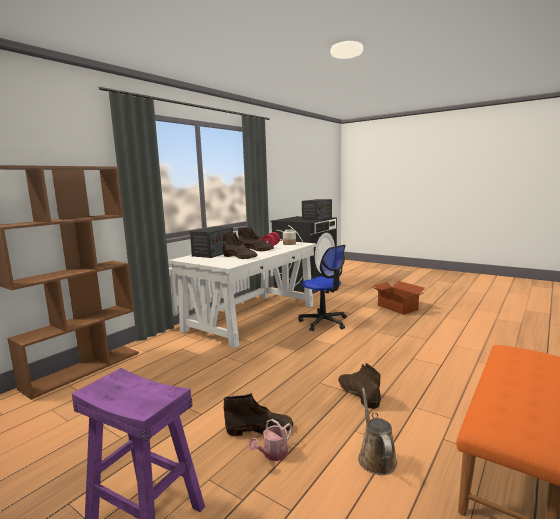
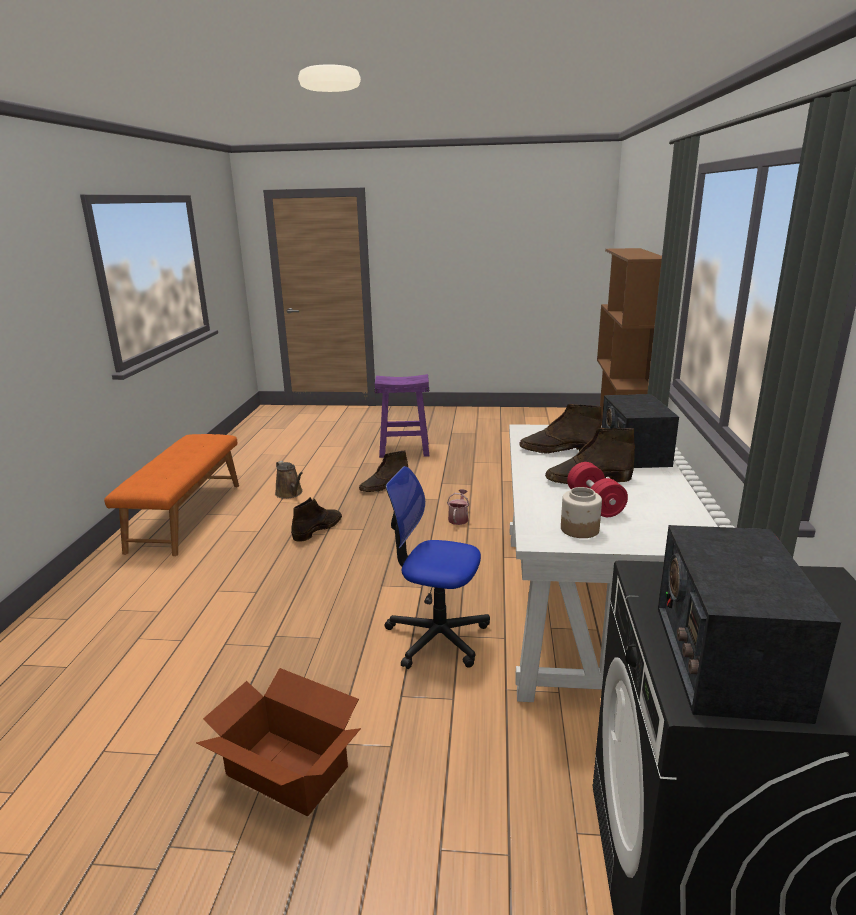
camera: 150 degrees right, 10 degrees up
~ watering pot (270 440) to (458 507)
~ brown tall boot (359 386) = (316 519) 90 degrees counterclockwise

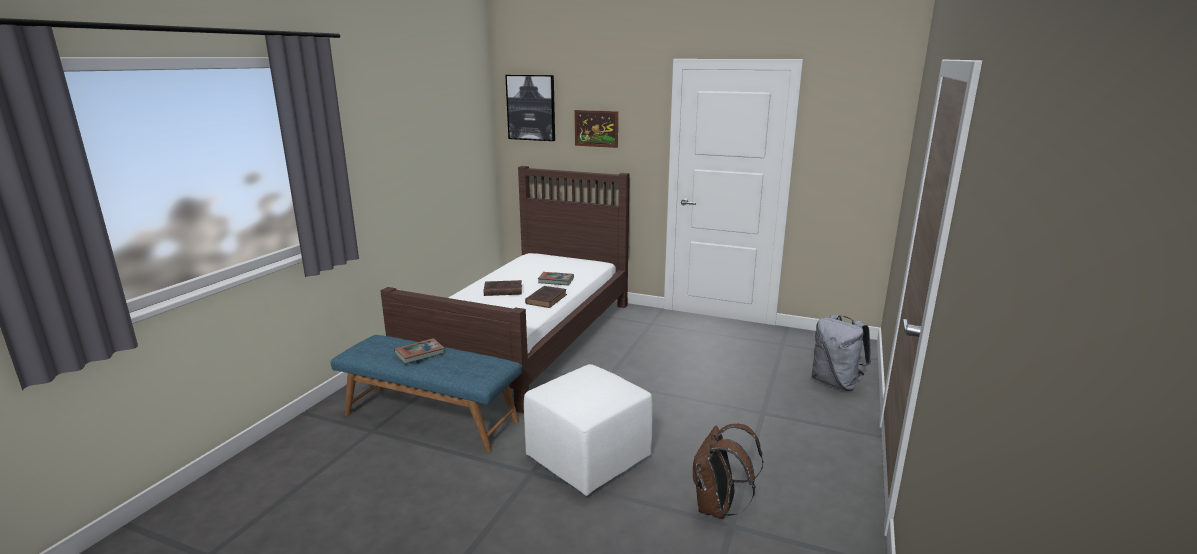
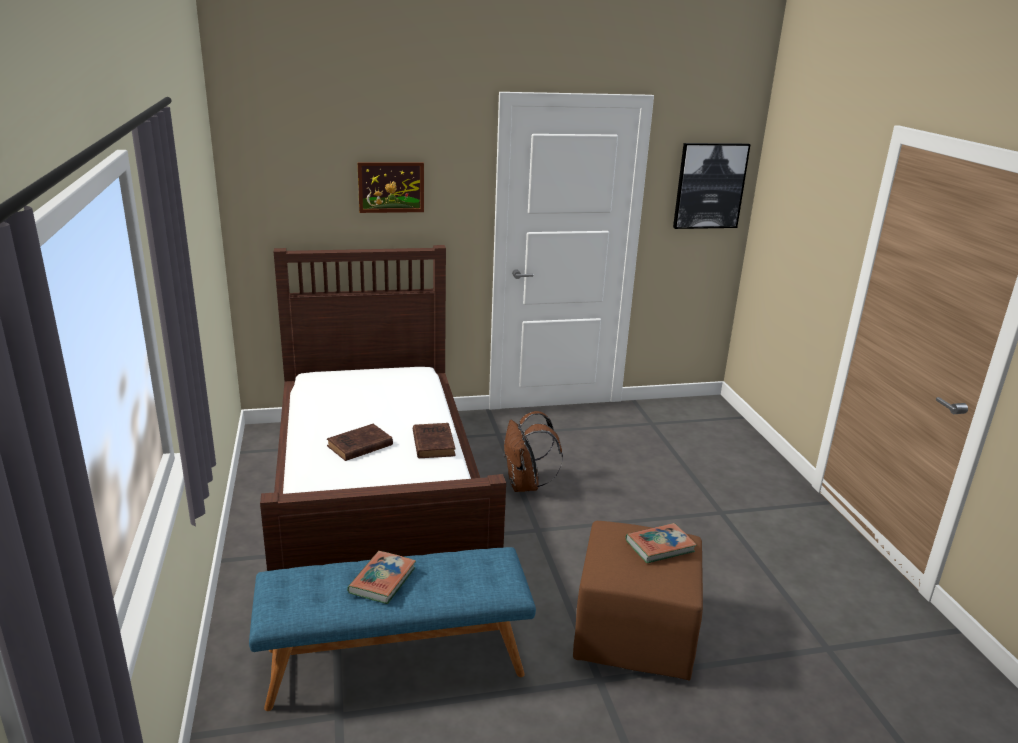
camera: 35 degrees left, 5 degrees up
~ wall picture (530 108) to (712 186)
~ whitish pouffe (588 430) to brown pouffe (638 601)
~ bound book (556 279) to (661 543)
~ brown rucksack (728 471) to (533 451)
- greyish rucksack (841 353)

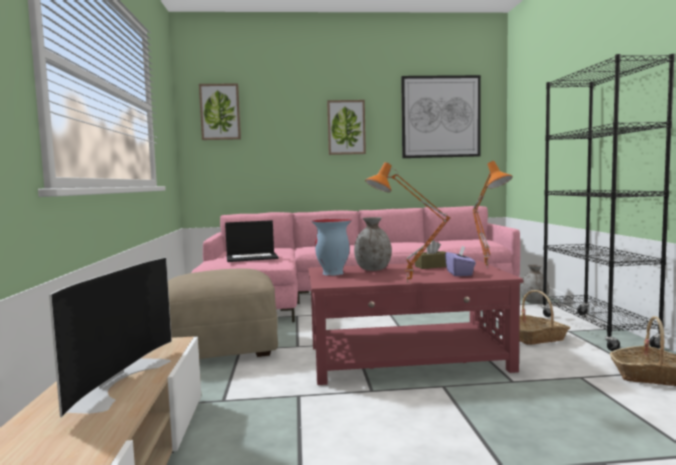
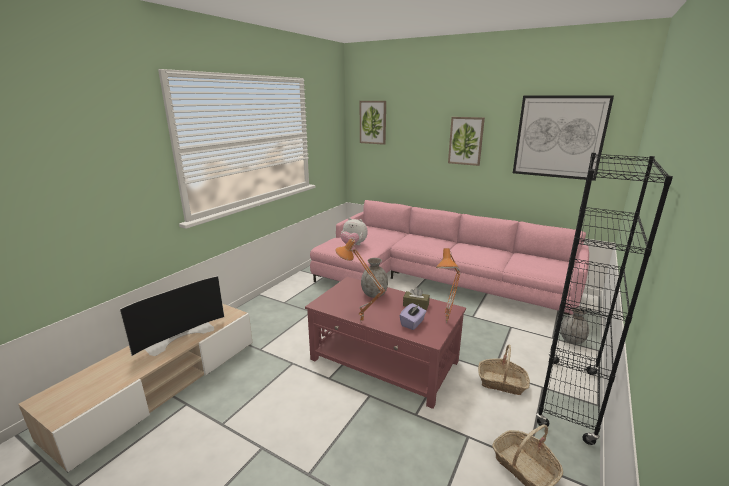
camera: 35 degrees right, 15 degrees up
- beige-coloured pouffe (223 314)
~ portable computer (251 241) to plush toy (354 231)
- decorative vase (331 247)

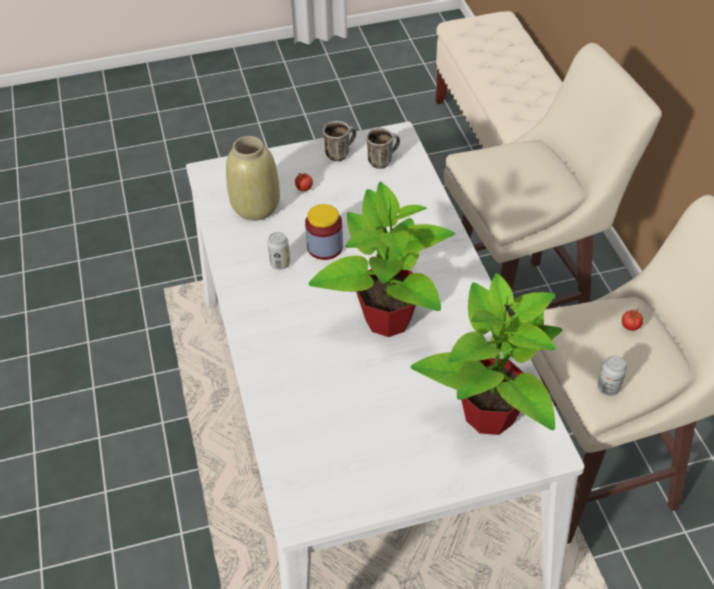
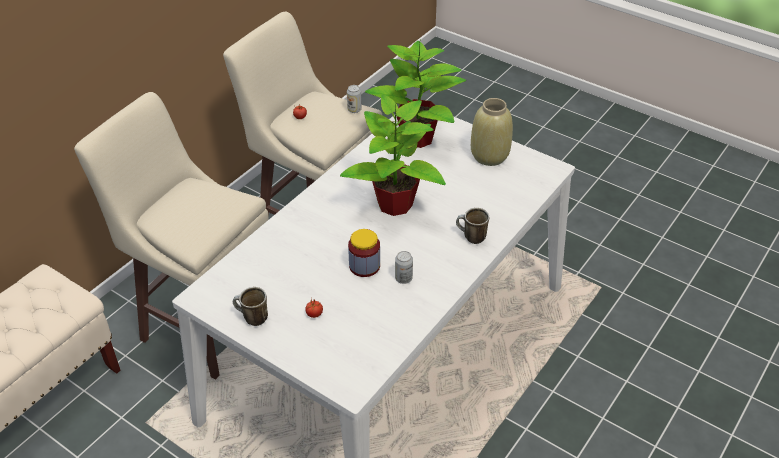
camera: 130 degrees left, 5 degrees down
~ beige-coloured decorative vase (253 178) to (492 132)
~ coffee mug (383 148) to (472 226)

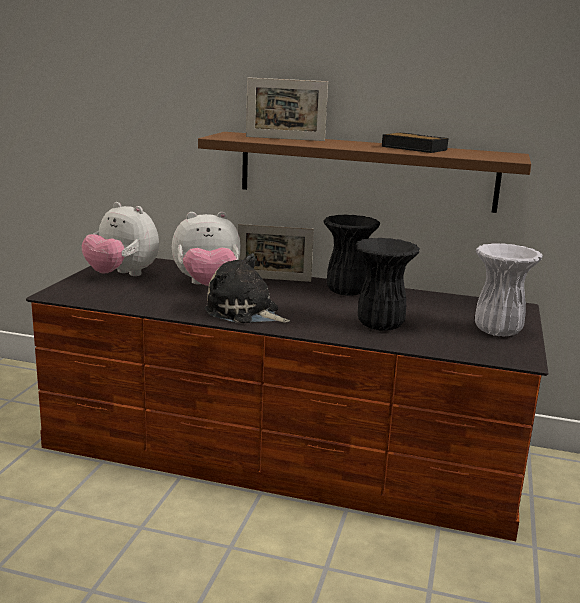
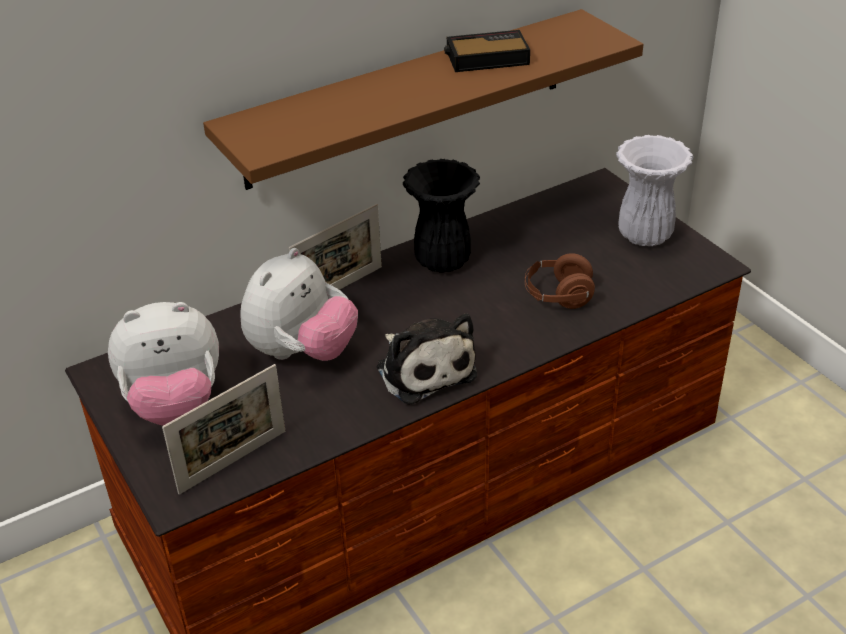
camera: 45 degrees left, 20 degrees up
~ plush toy (247 288) = (427 359) 105 degrees counterclockwise
~ picture frame (287 109) to (223 429)
~ black-coloured decorative vase (387 284) to brown headset (560 281)

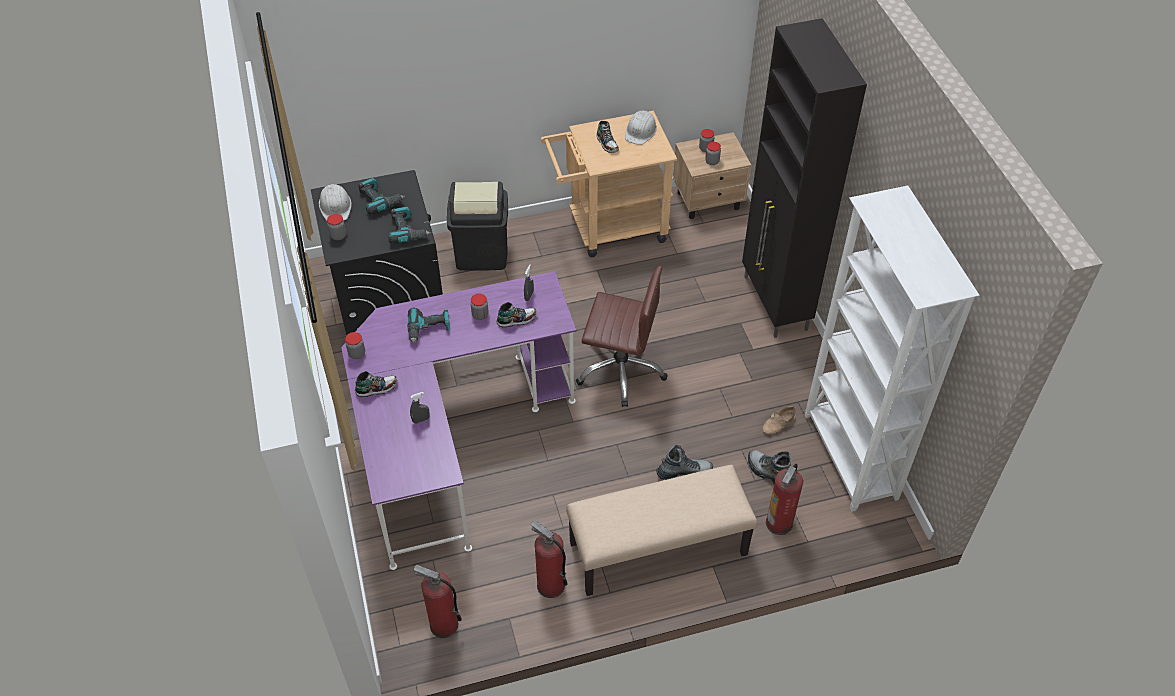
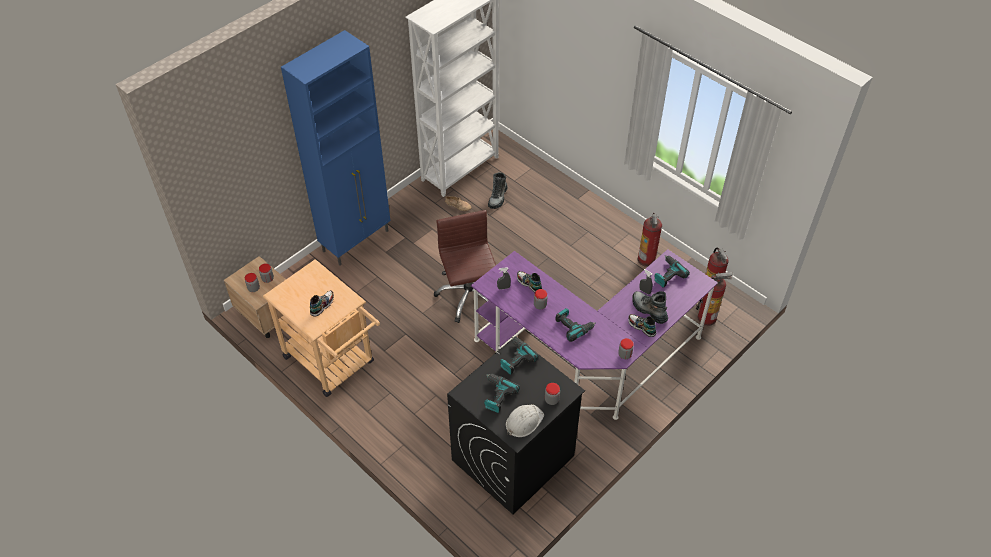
camera: 120 degrees left, 0 degrees up
- black-coloured trash can (477 226)
- beige-coloured bench (661 530)
- whitish safety helmet (641 127)
~ tall boot (684 462) to (650 307)
~ black-coloured cupboard (804 178) to blue-coloured cupboard (335 147)
~ extinguisher (784 499) to (714 299)
+ electric drill (672 272)

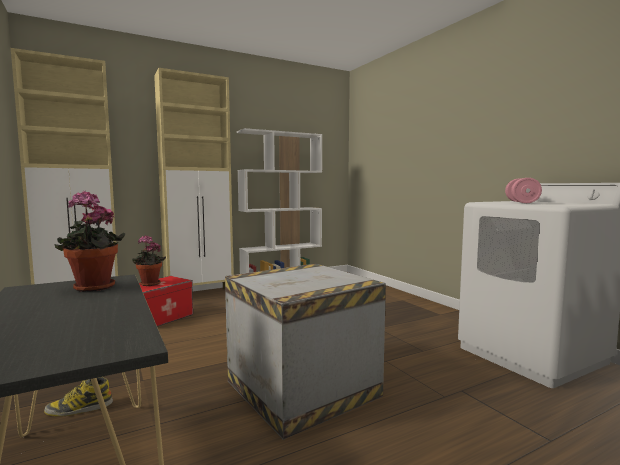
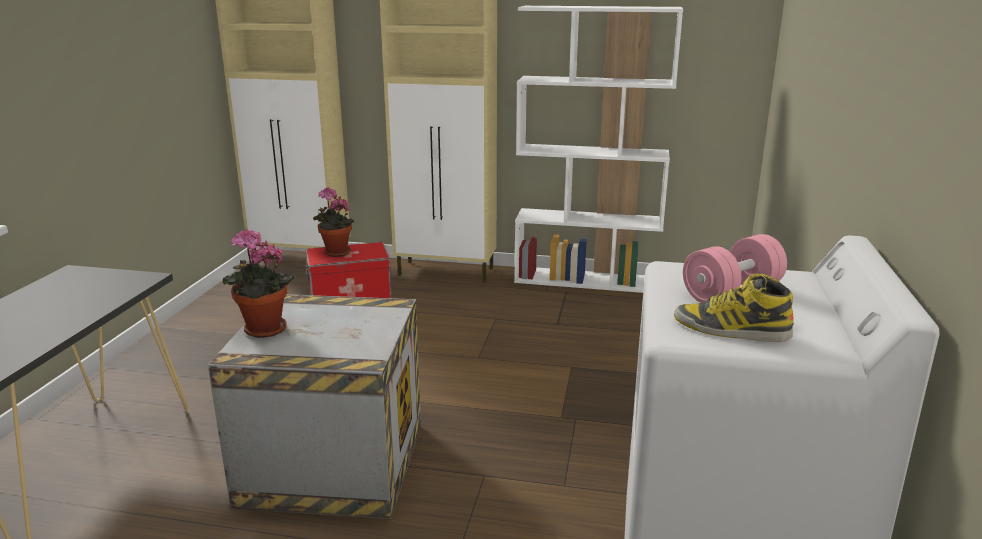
camera: 40 degrees right, 15 degrees up
~ tall boot (78 396) to (733 307)
~ houseplant (90 241) to (258 283)

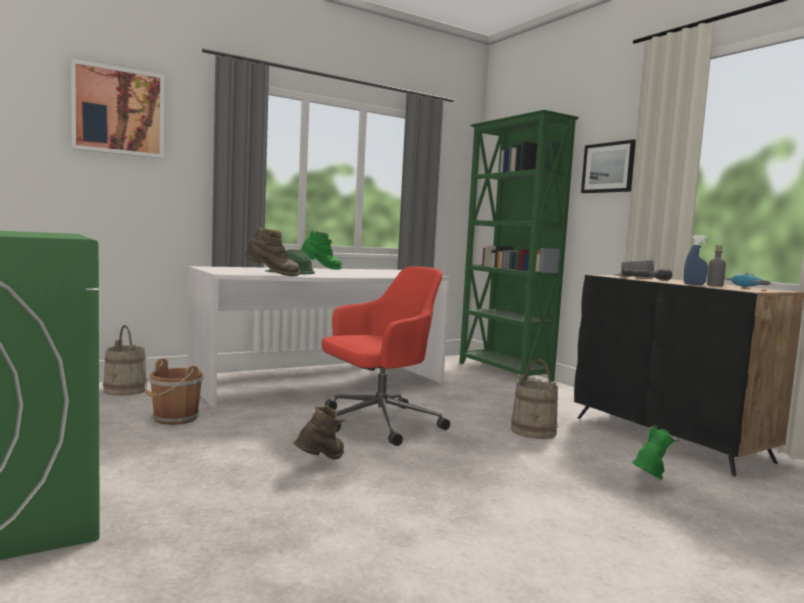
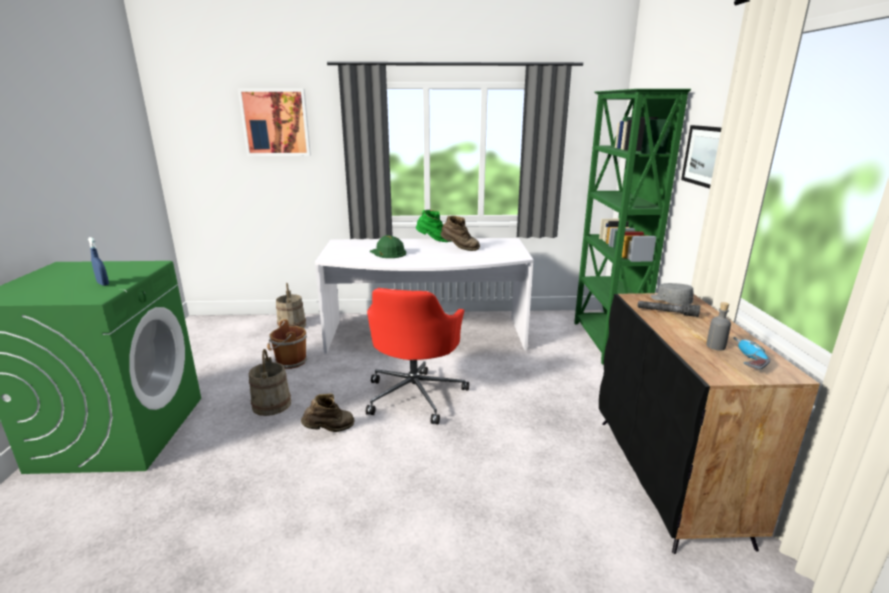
camera: 30 degrees right, 15 degrees up
~ brown tall boot (272 252) to (460 233)
~ red-coloured desk chair (386 356) = (417 356) 105 degrees clockwise
~ beige-coloured pail (534 399) to (270 382)
- greenish tall boot (655 452)
~ blue-coloured spray bottle (696 260) to (98 261)

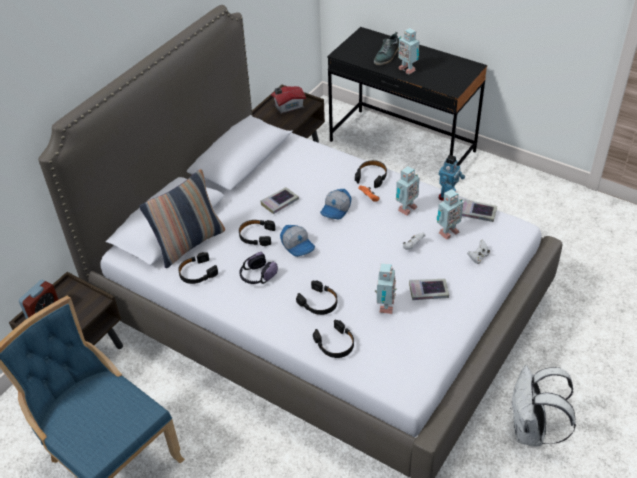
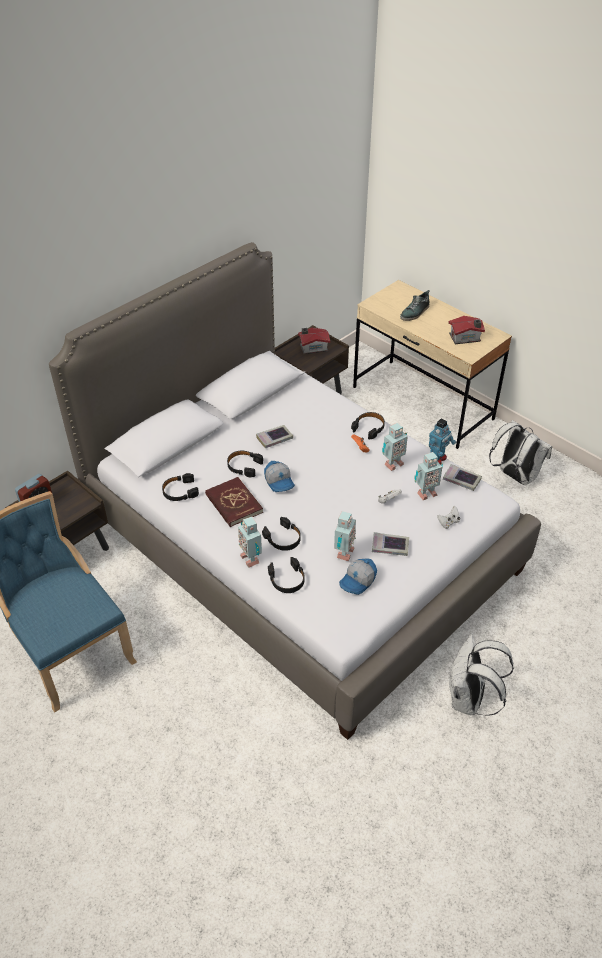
camera: 10 degrees right, 0 degrees up
- throw pillow (182 218)
~ headset (258 268) to red-coloured bound book (234 502)
~ baseball cap (335 204) to (358 577)
~ black-coloured desk (407 96) to beige-coloured desk (432 364)
~ robot figure (408 51) to (250 542)
+ toy house (466 330)
+ whitish rucksack (520 452)

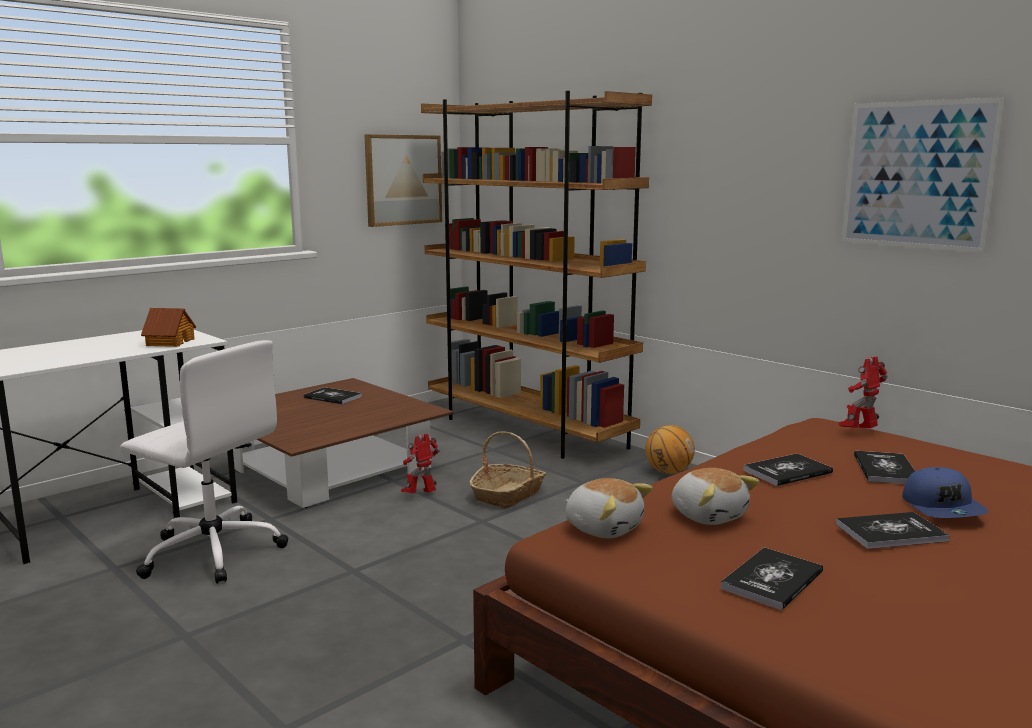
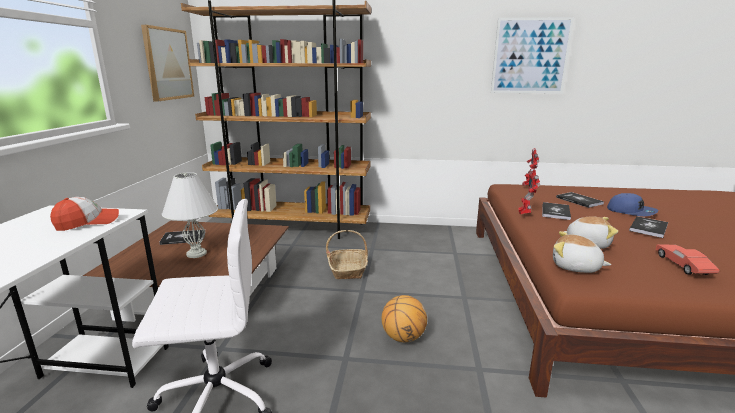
camera: 40 degrees left, 5 degrees up
~ toy house (168 327) to baseball cap (84 214)
~ robot figure (420 463) to (529 191)
~ plush toy (609 508) = (582 252) 150 degrees counterclockwise
~ ball for basketball (670 449) to (404 318)
~ bound book (771 578) to red-coloured model car (688 260)
+ whitish lamp for a table (190 215)

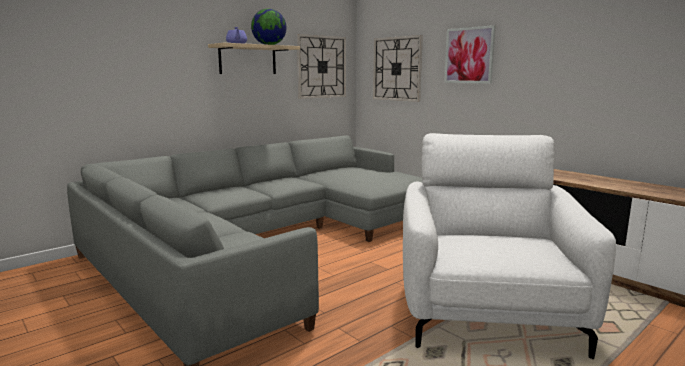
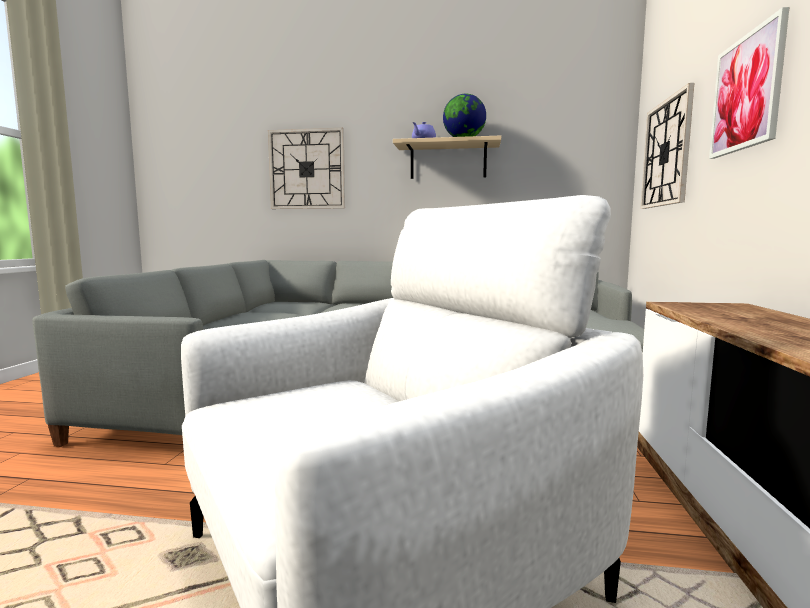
camera: 50 degrees right, 5 degrees down
~ hanging clock (321 66) to (306 168)

